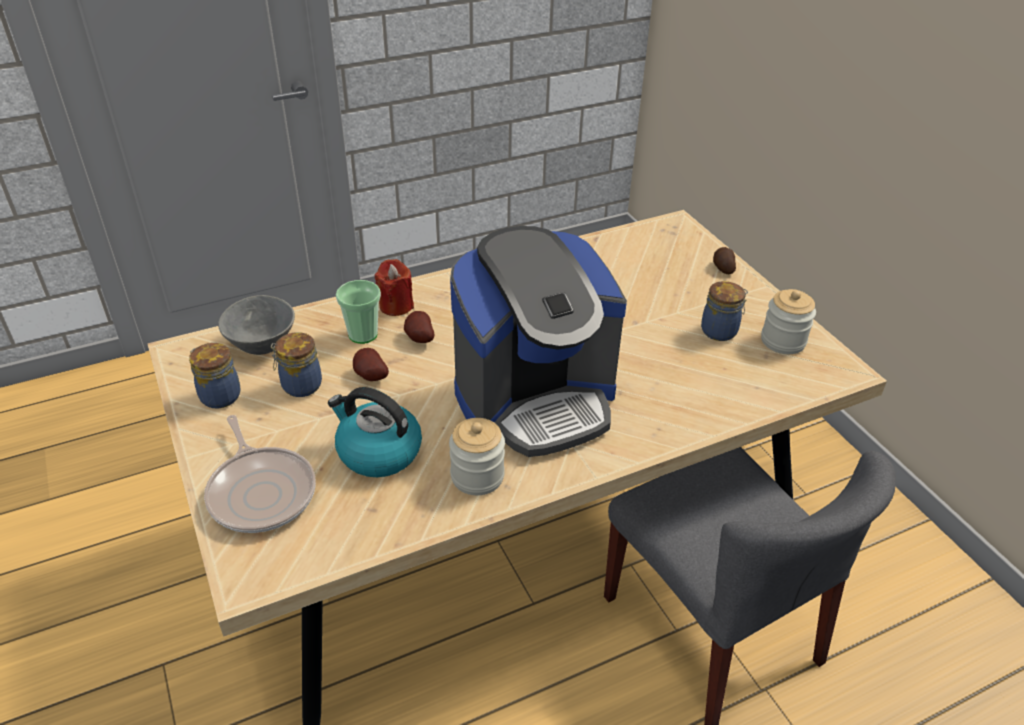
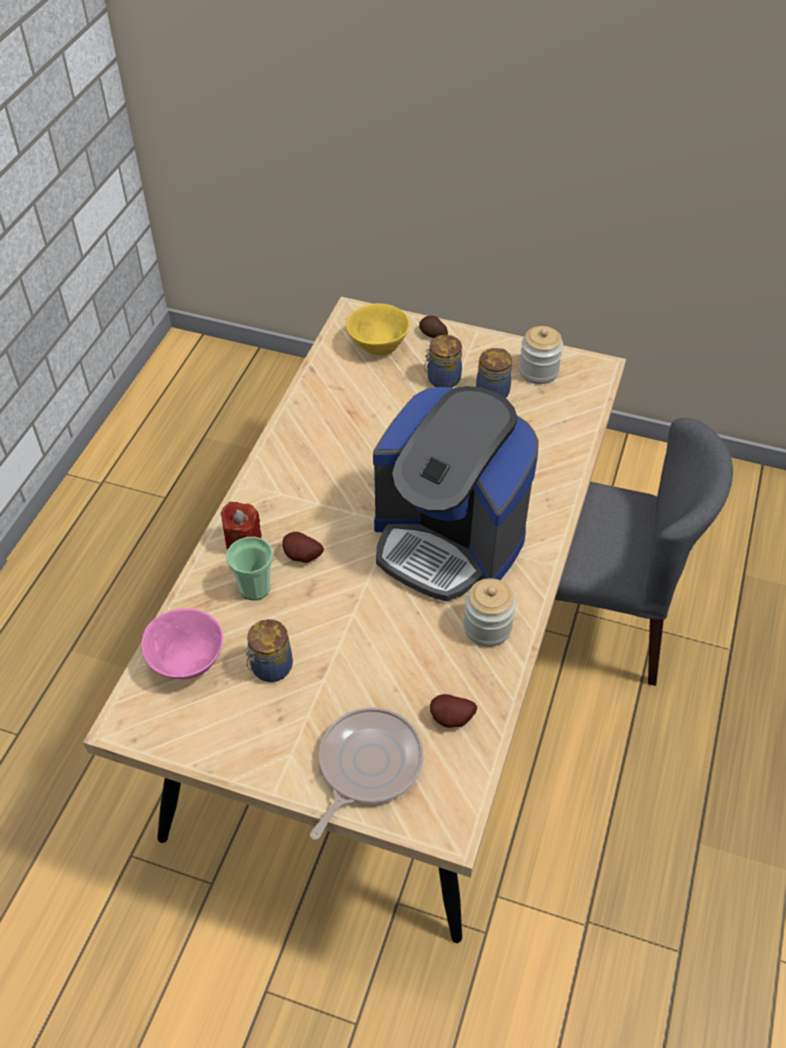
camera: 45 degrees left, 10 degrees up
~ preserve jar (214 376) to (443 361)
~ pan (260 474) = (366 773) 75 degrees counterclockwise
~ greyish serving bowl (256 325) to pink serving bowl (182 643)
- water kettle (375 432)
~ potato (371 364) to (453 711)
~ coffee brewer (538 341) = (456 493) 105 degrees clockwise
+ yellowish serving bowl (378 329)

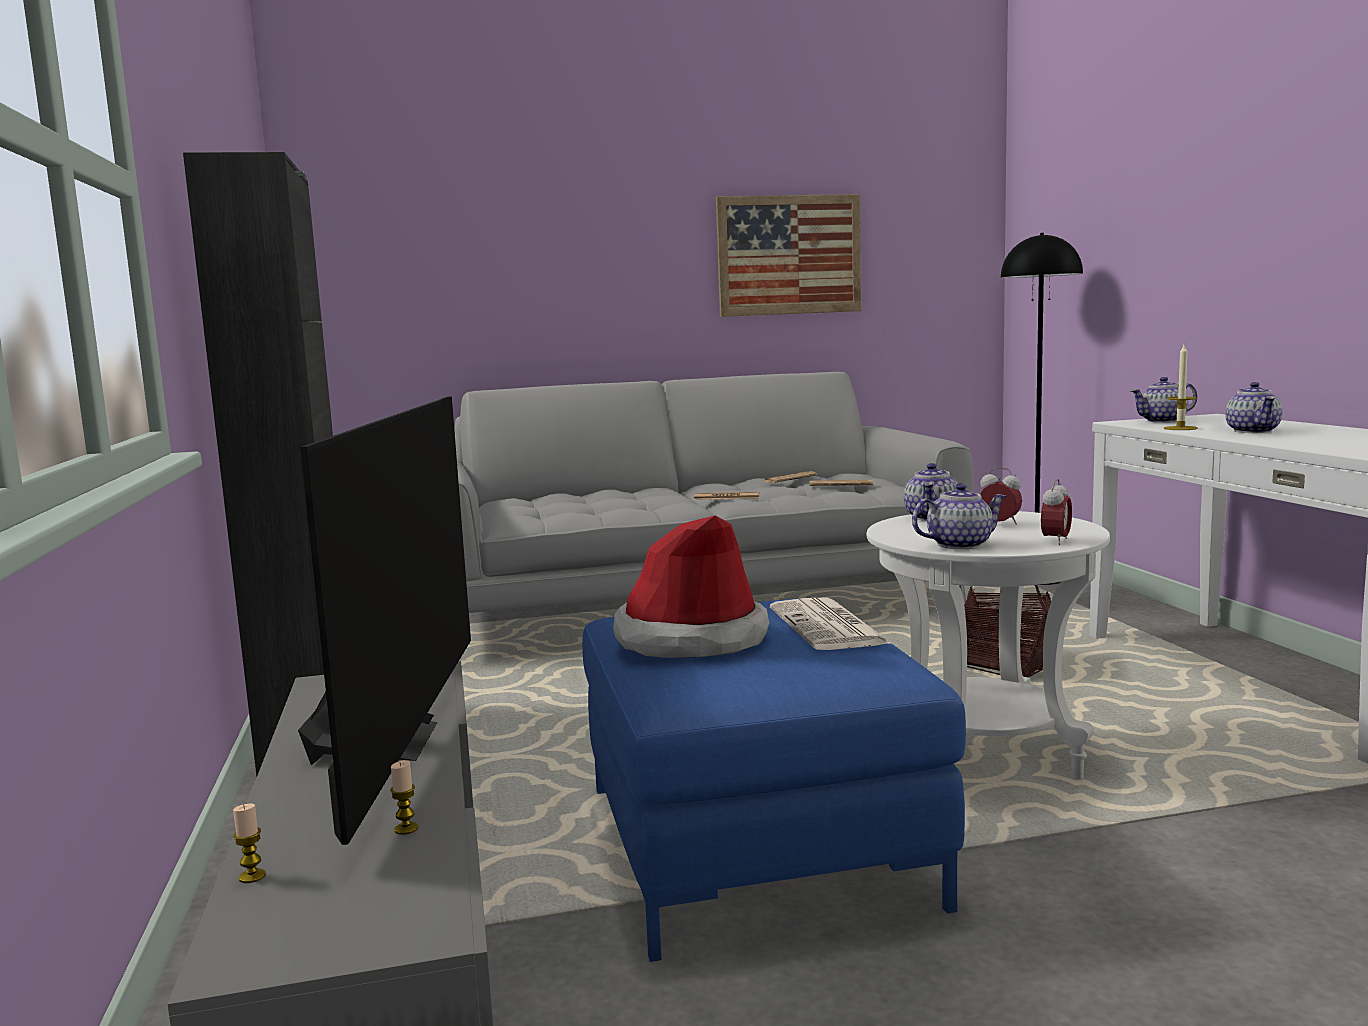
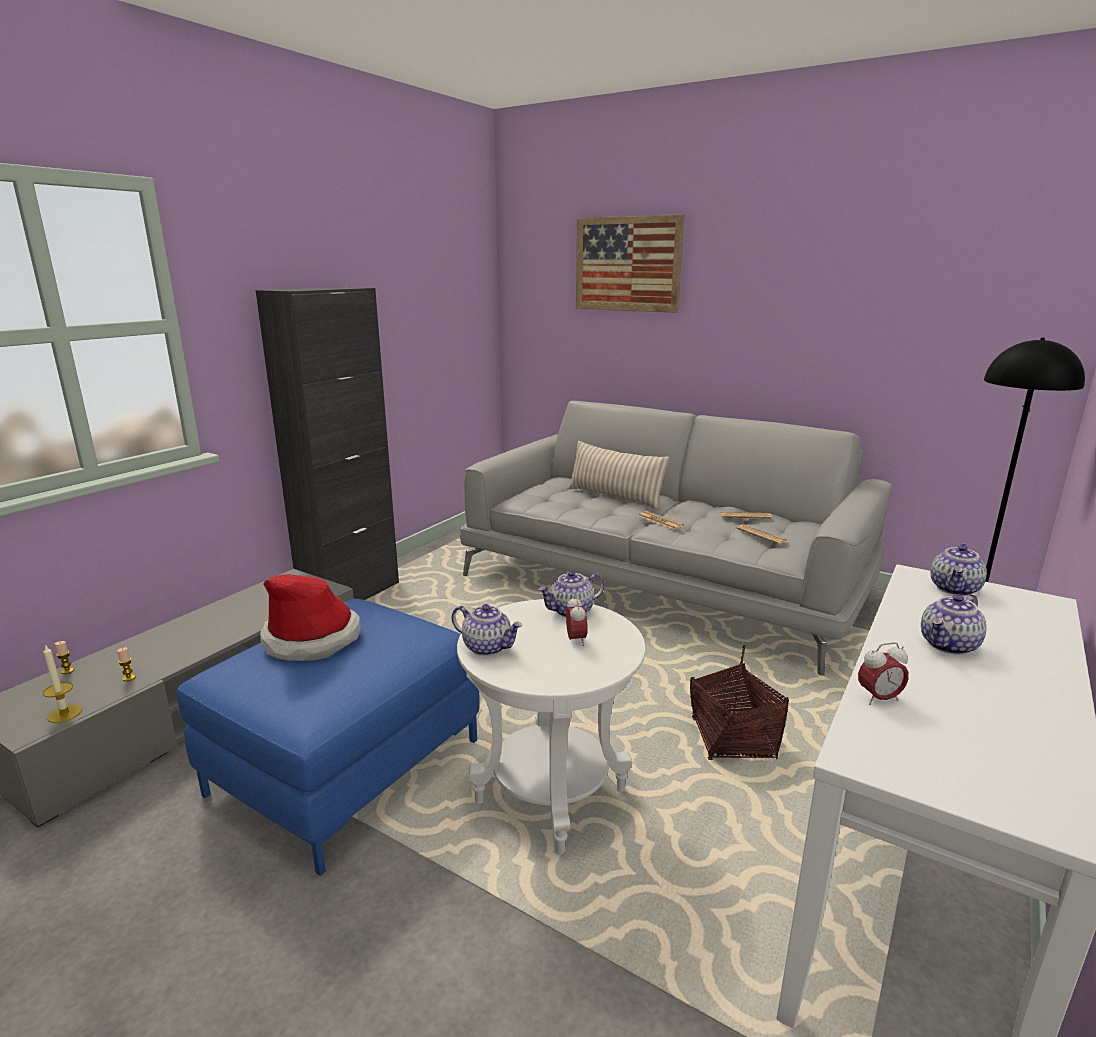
camera: 45 degrees right, 10 degrees up
- TV (384 620)
~ wall picture (789 255) to (630 263)
- printed paper (831 624)
~ table clock (1056 512) to (883 673)
~ pot for tea (1164 400) = (958 569) 90 degrees counterclockwise
~ wax candle (1180 387) to (62 683)
+ beige-coloured throw pillow (619 475)

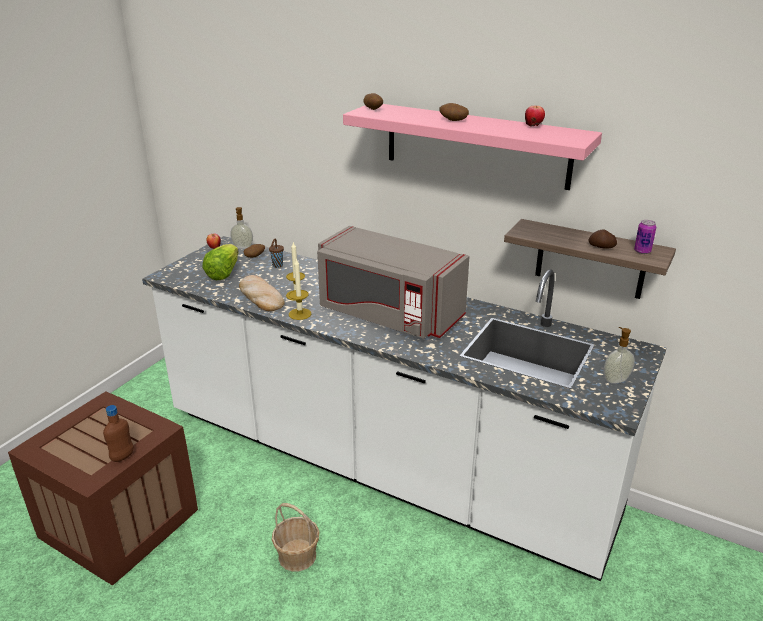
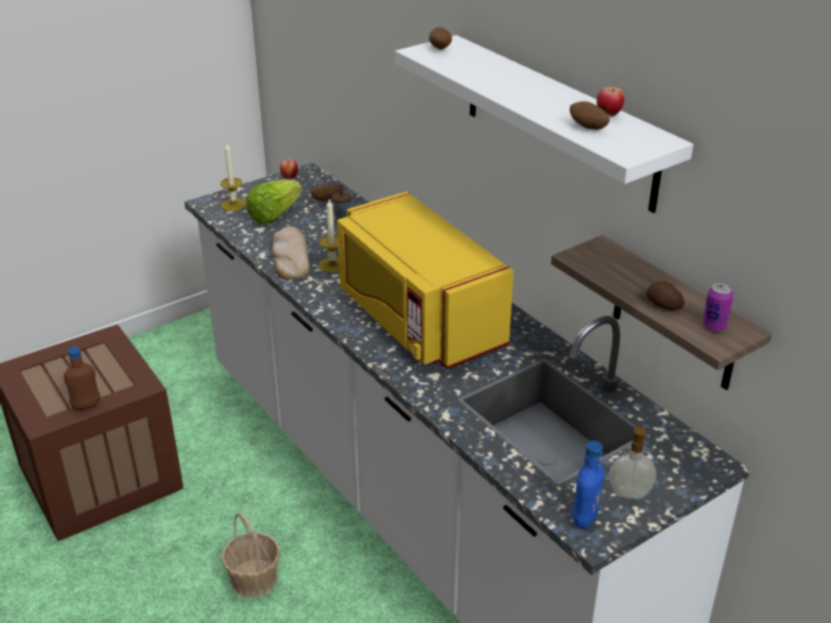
camera: 25 degrees right, 5 degrees up
- soap bottle (241 228)
~ wax candle (300 289) to (233 177)
~ greyish kitchen microwave (393 282) to yellowish kitchen microwave (425 280)
~ pink bracket shelf (472 147) to whitish bracket shelf (544 124)
~ potato (454 112) to (589 115)
+ blue-coloured beverage bottle (588 484)

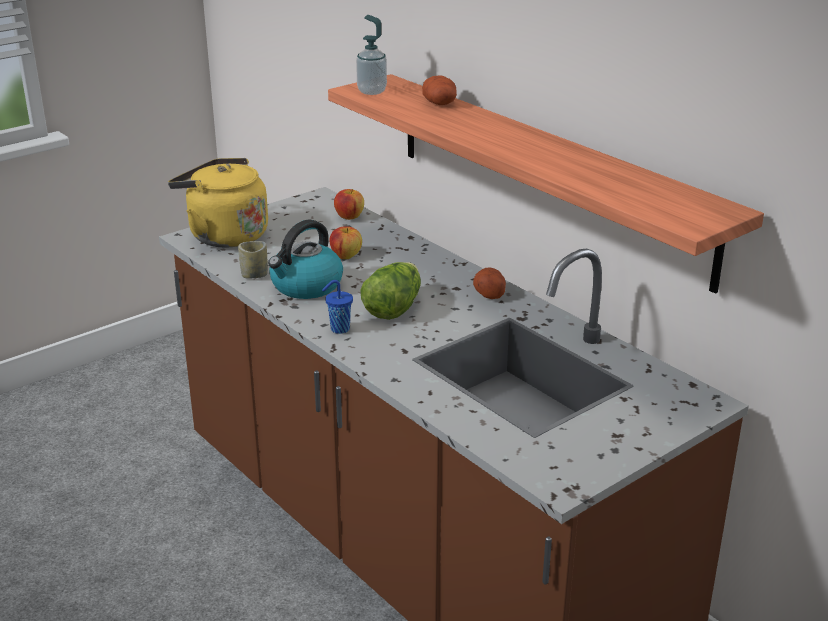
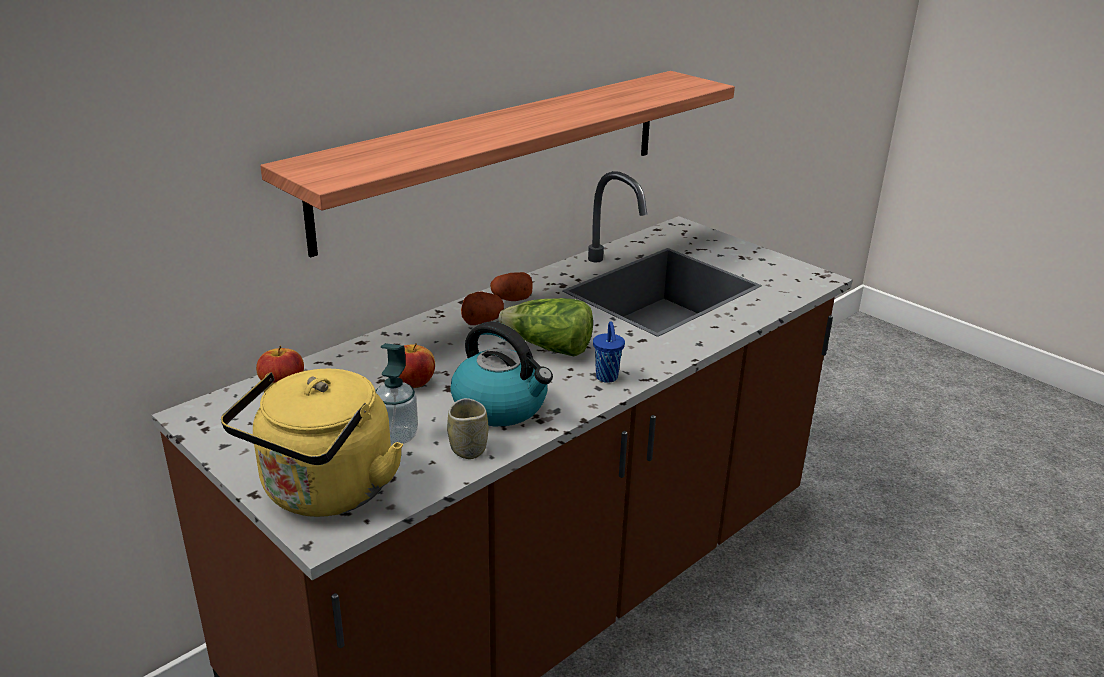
camera: 95 degrees left, 0 degrees up
~ soap bottle (371 55) to (396 394)
~ potato (439 90) to (482 308)

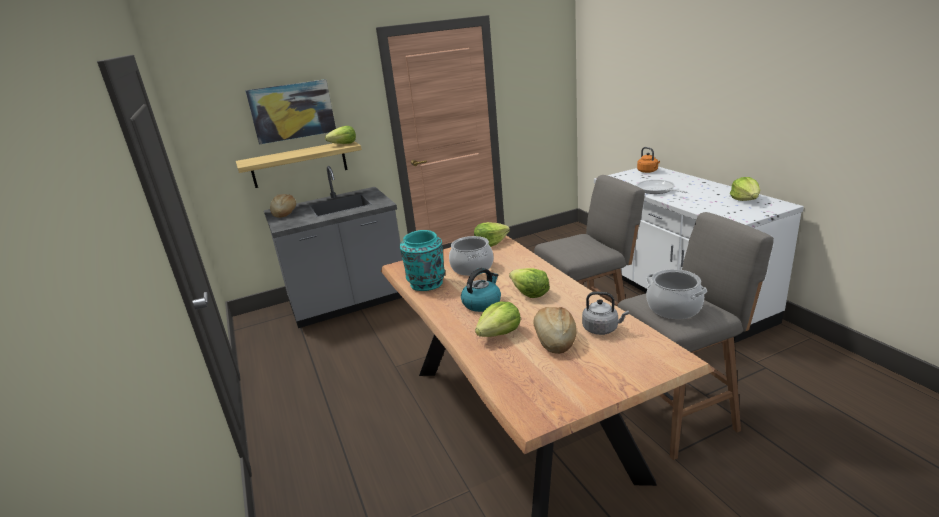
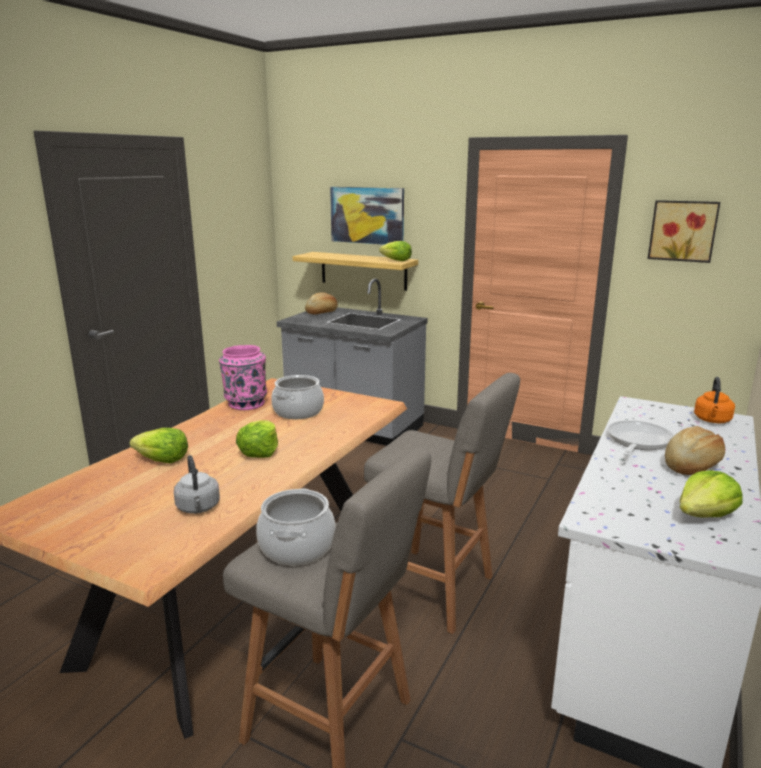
camera: 50 degrees right, 5 degrees down
~ blue-green decorative vase (422 260) to pink decorative vase (243 377)
- water kettle (481 290)
- lettuce head (492 234)
~ bread (555 330) to (695 450)
+ wall picture (684 231)

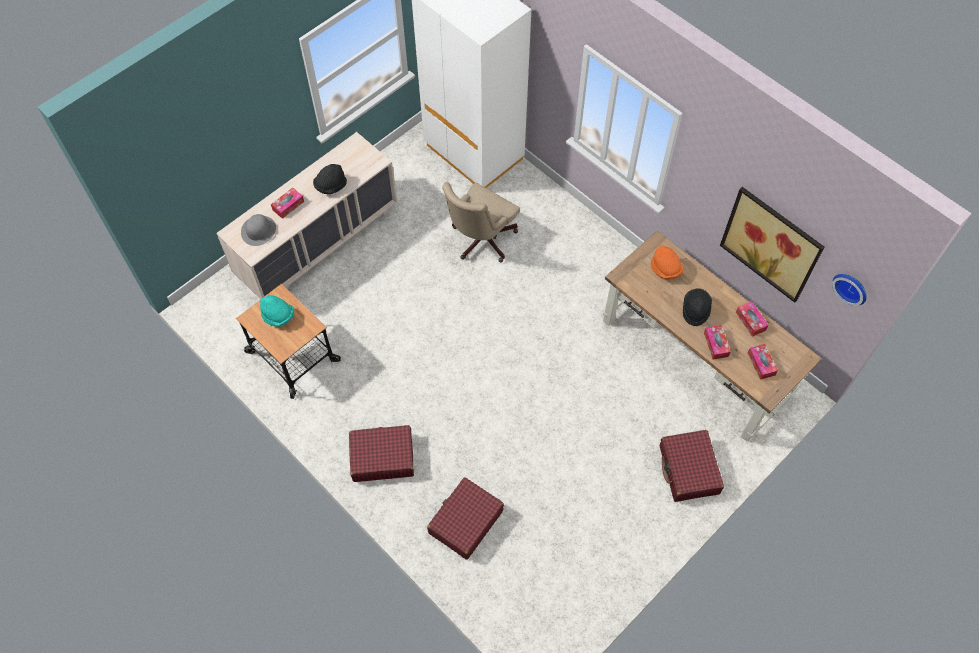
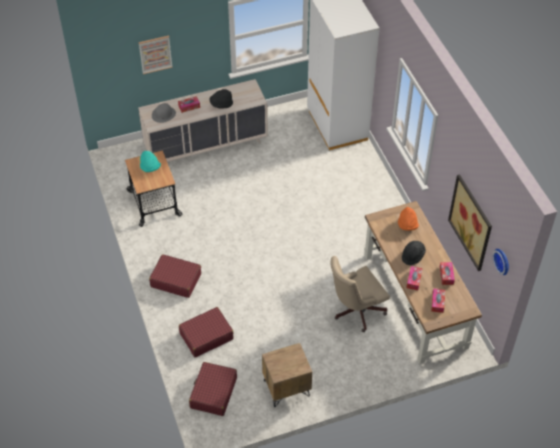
camera: 25 degrees right, 10 degrees down
~ beige-coloured desk chair (481 222) to (360 294)
~ red-coloured piece of luggage (692 466) to (213 389)
+ wall picture (156 54)
+ brown night table (287 375)

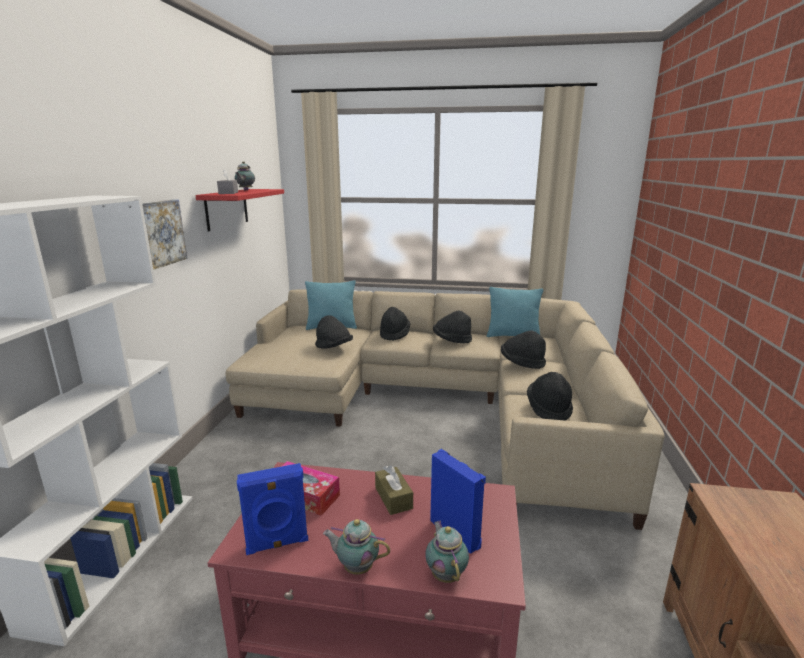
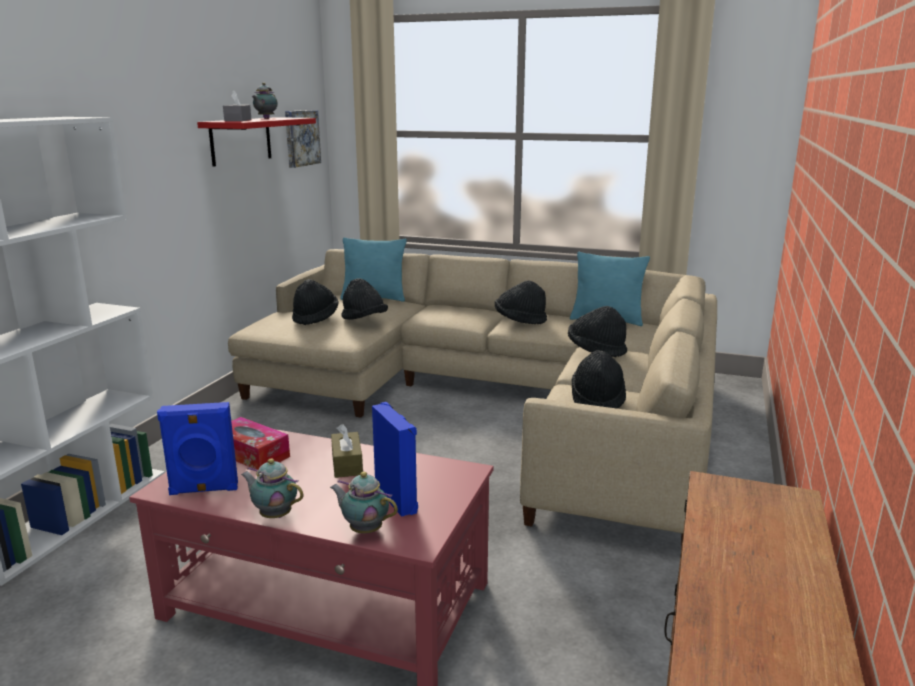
camera: 10 degrees right, 0 degrees up
~ wall picture (164 235) to (303 139)
~ black-coloured wearable hat (395 324) to (315 302)
~ pot for tea (447 551) = (364 502) 60 degrees counterclockwise

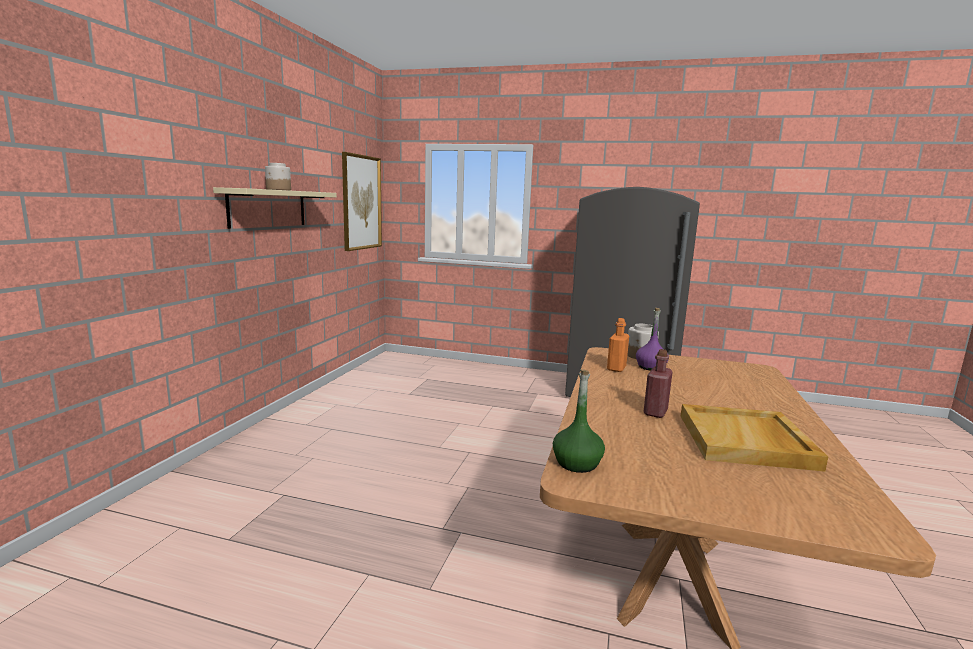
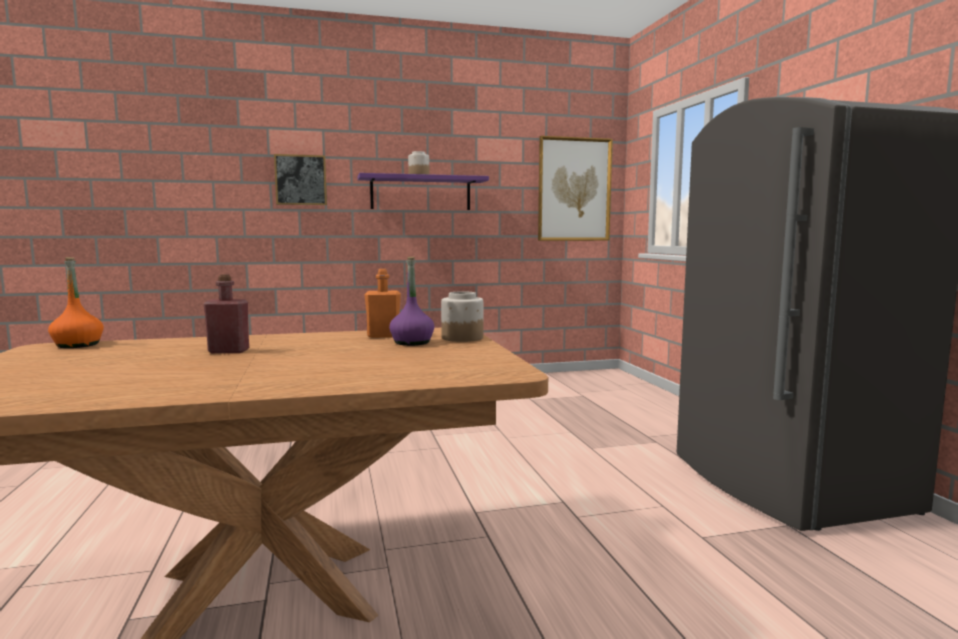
camera: 60 degrees right, 5 degrees down
~ beige-coloured bracket shelf (275 208) to purple bracket shelf (423 191)
~ greenish beverage bottle (579 421) to orange-coloured beverage bottle (76 302)
- beige-coloured carrying tray (754 438)
+ wall picture (300 179)

